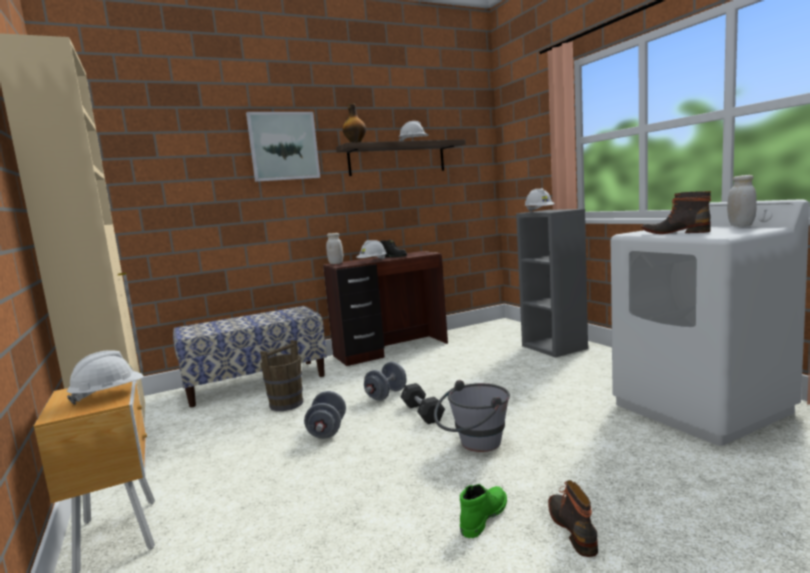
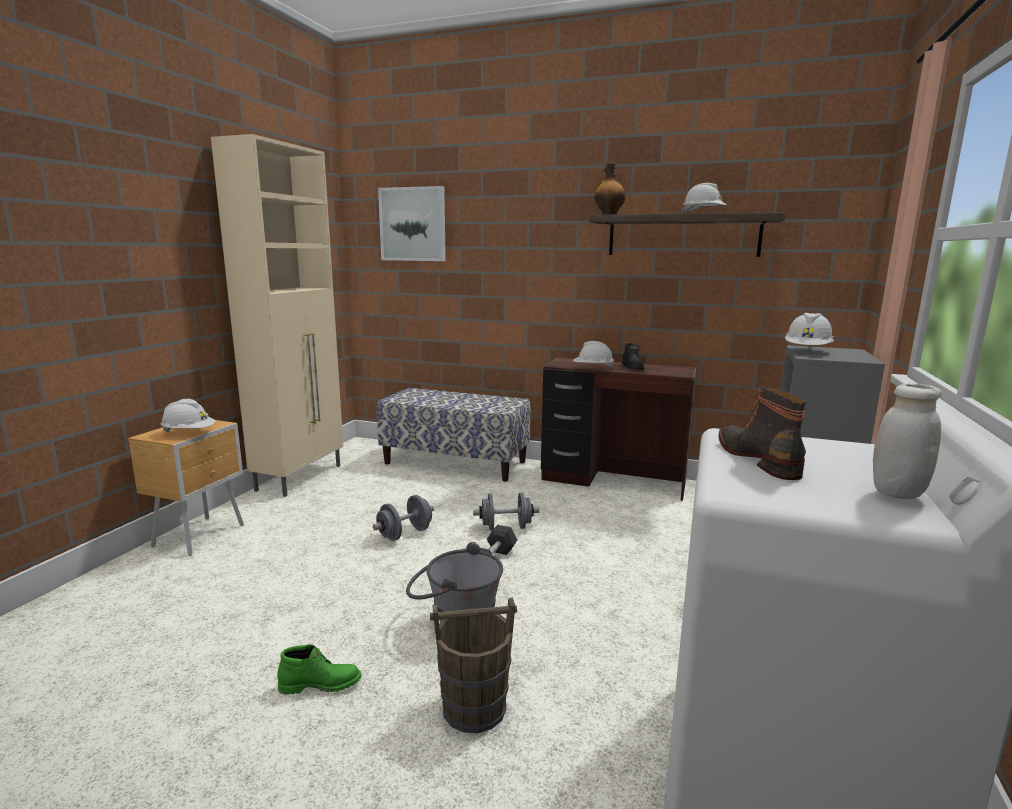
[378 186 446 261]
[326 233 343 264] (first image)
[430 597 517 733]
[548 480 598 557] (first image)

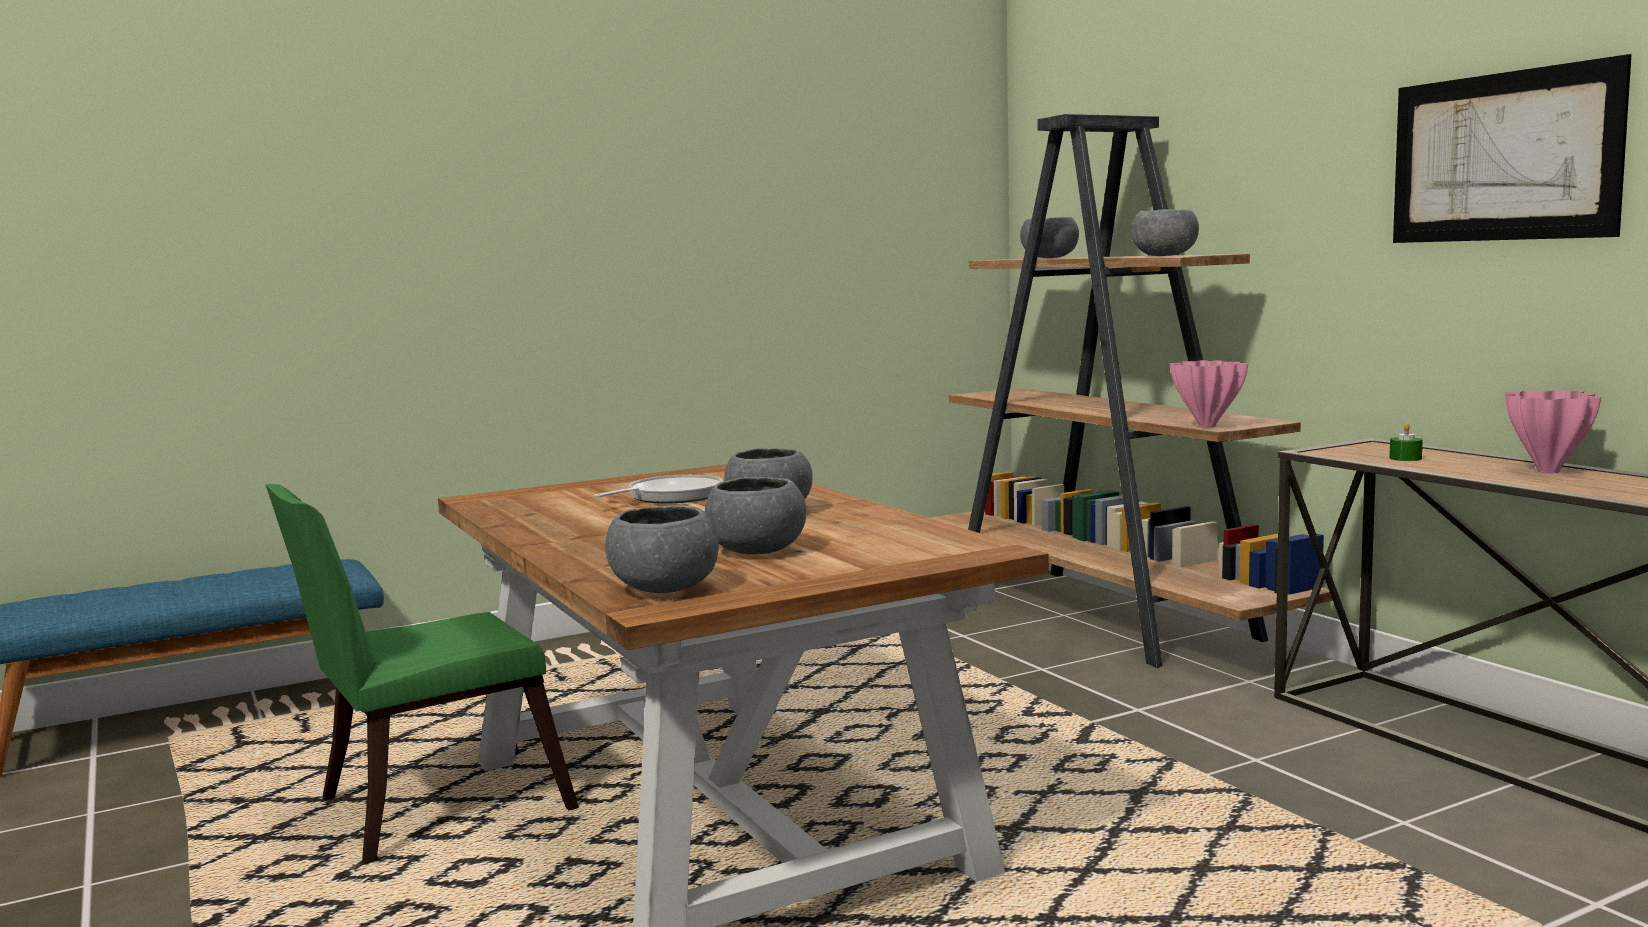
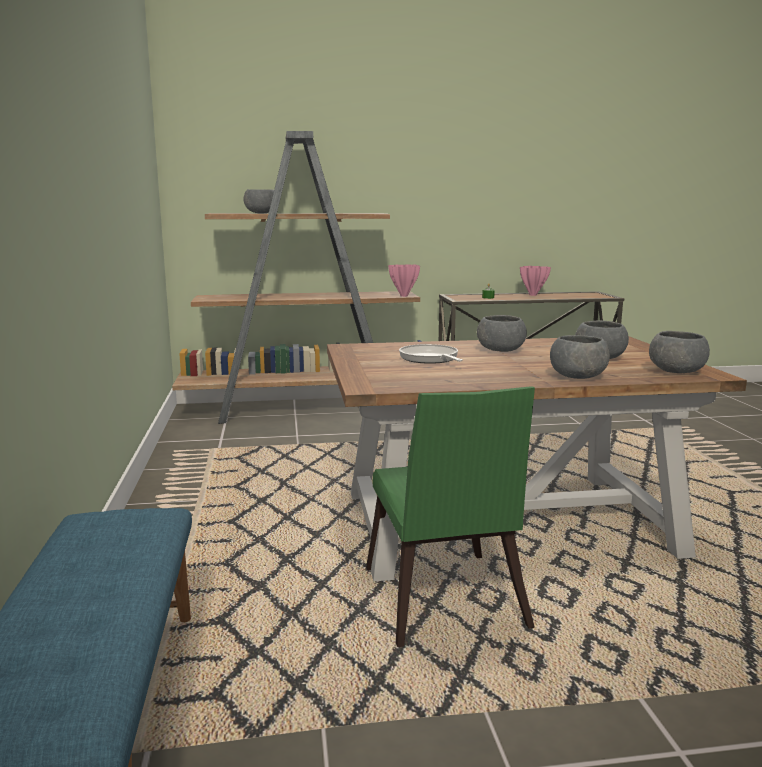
[1393 54 1631 243] (first image)
[550 335 610 379]

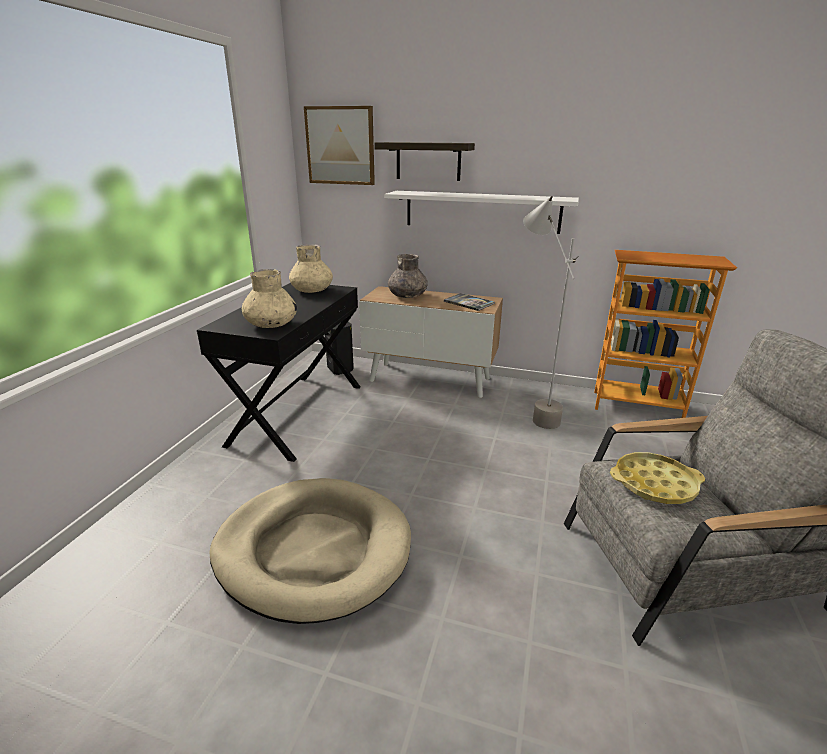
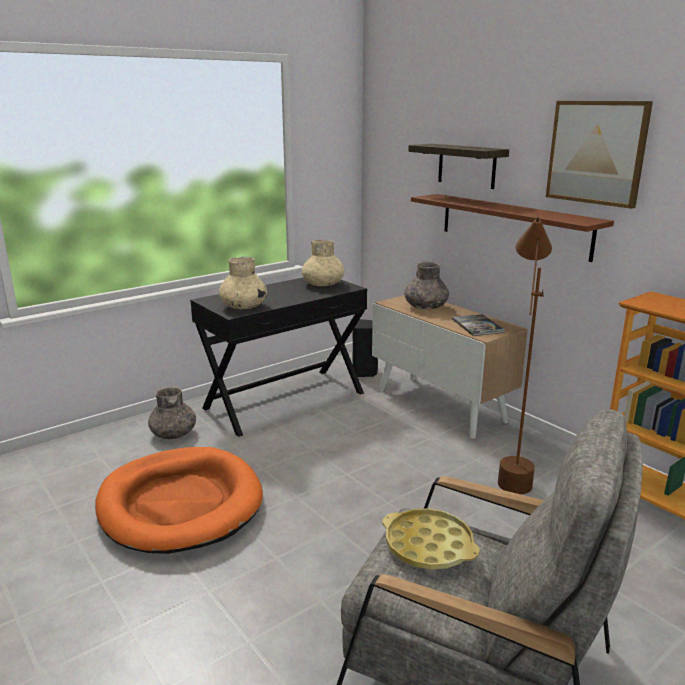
[546 101 653 209]
[411 194 614 262]
[498 217 552 494]
[95 447 263 554]
[148 386 196 439]

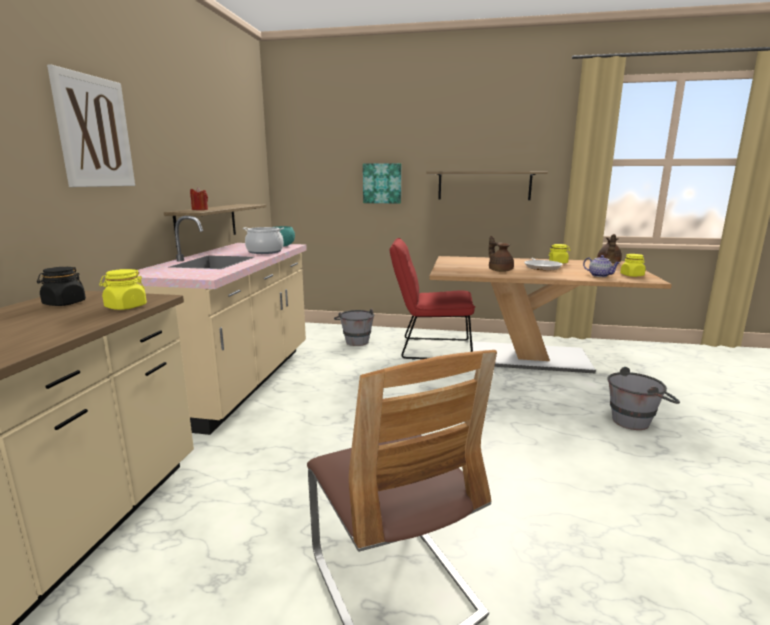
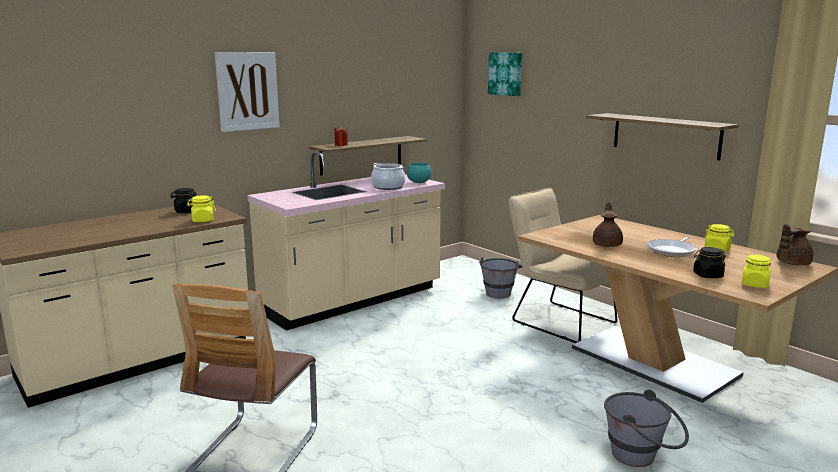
[488 52 522 96]
[509 188 617 343]
[693 247 726 278]

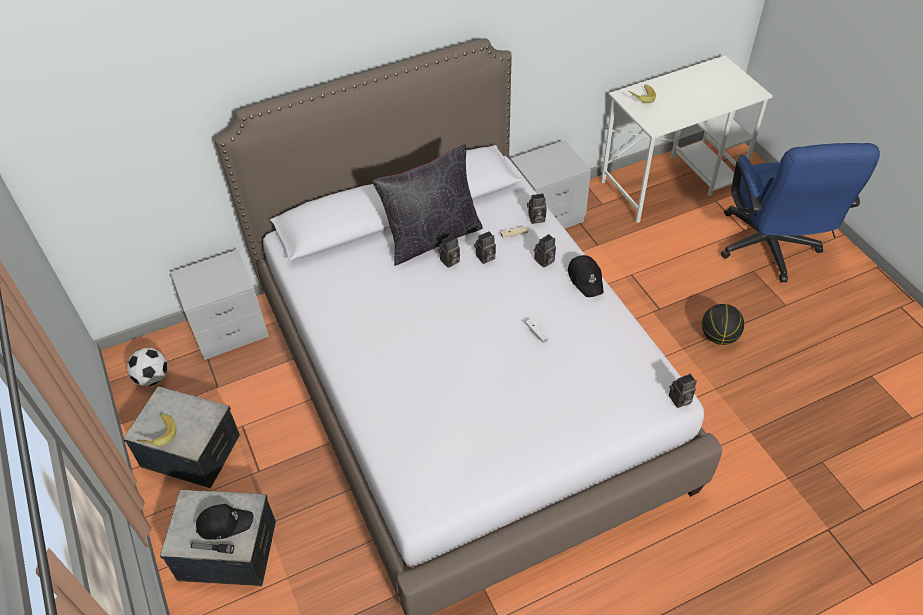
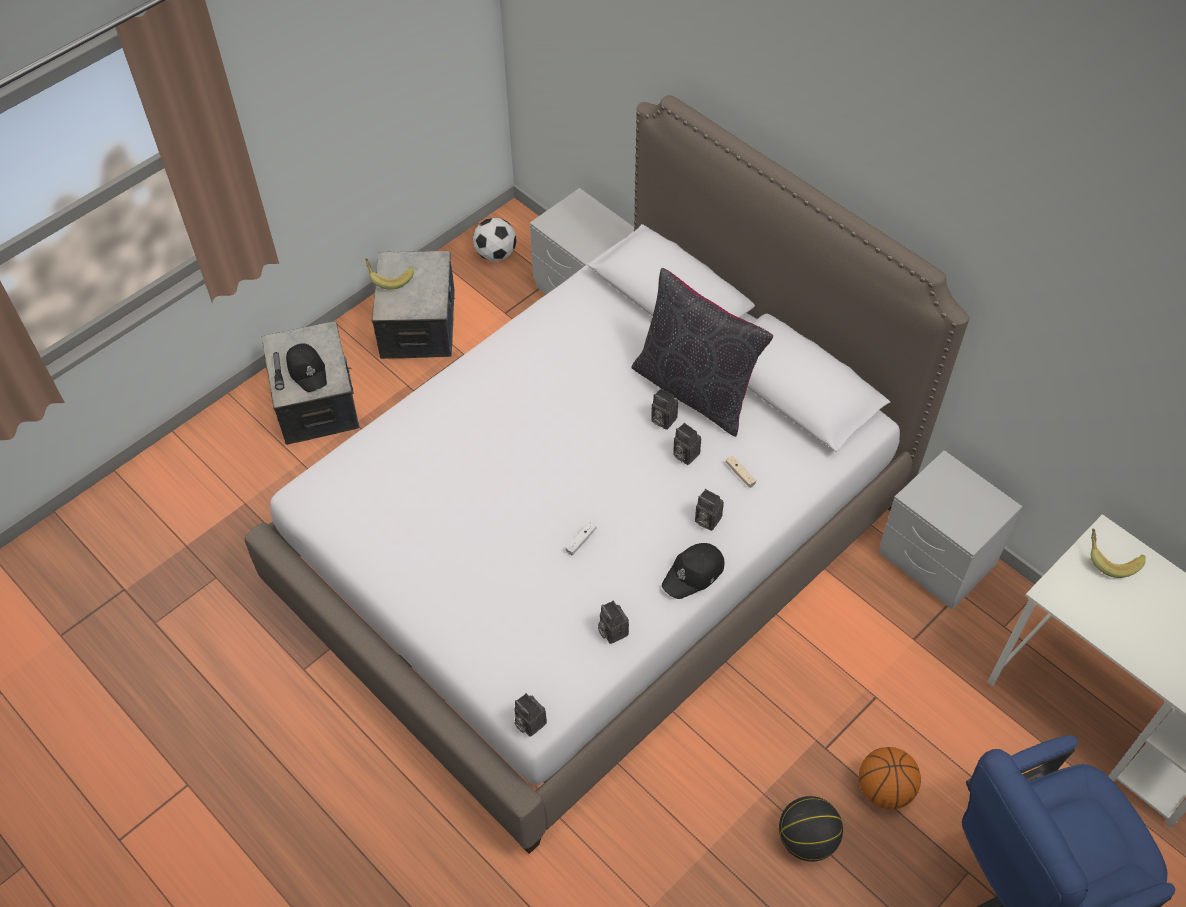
[598 601 629 644]
[859 747 921 809]

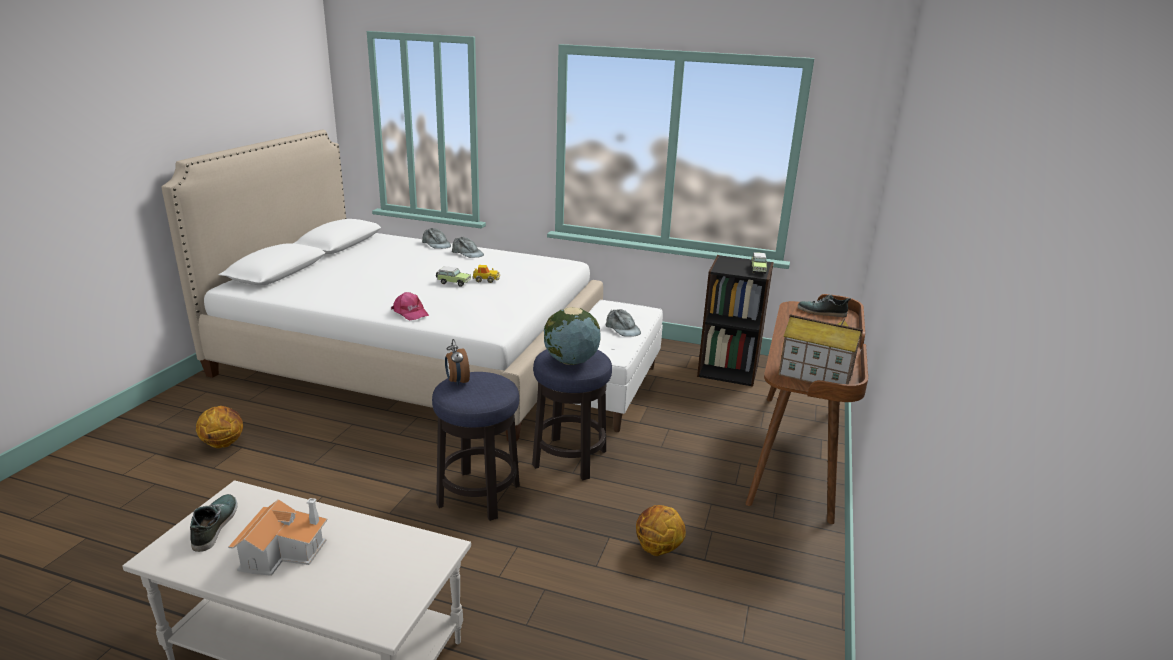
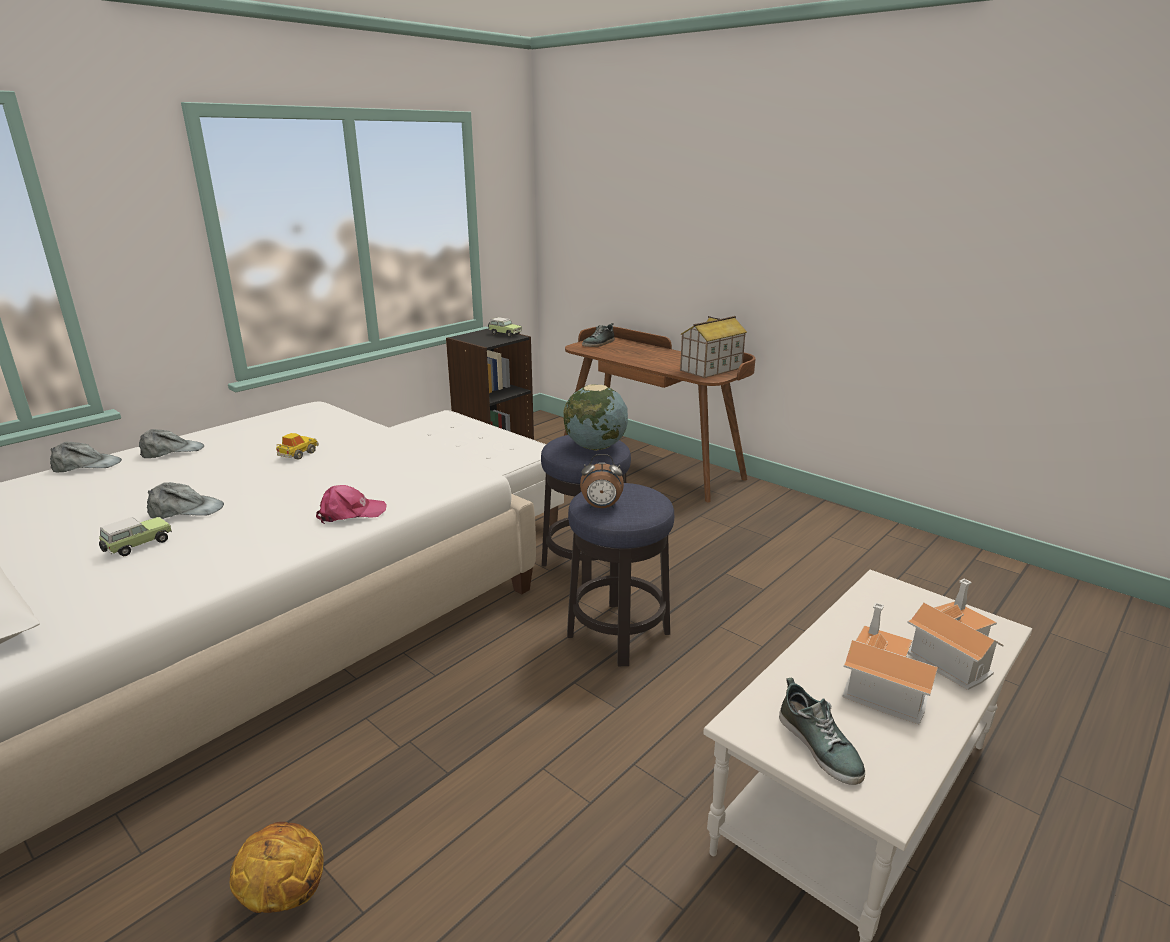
[99 517 172 556]
[147 482 224 519]
[779 677 865 785]
[636 505 686 556] (first image)
[907 579 1004 690]

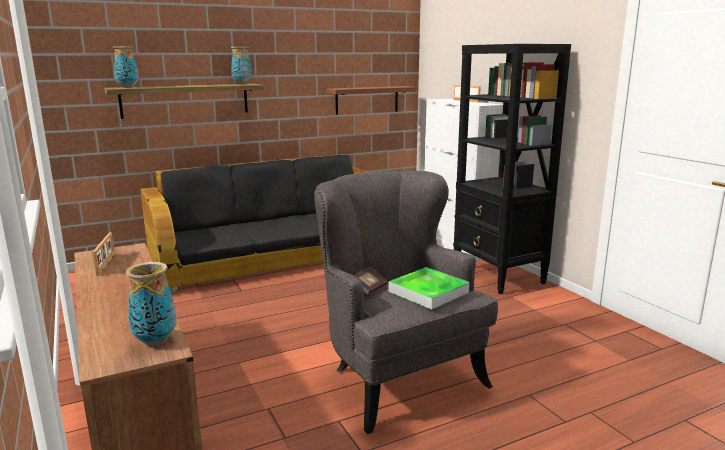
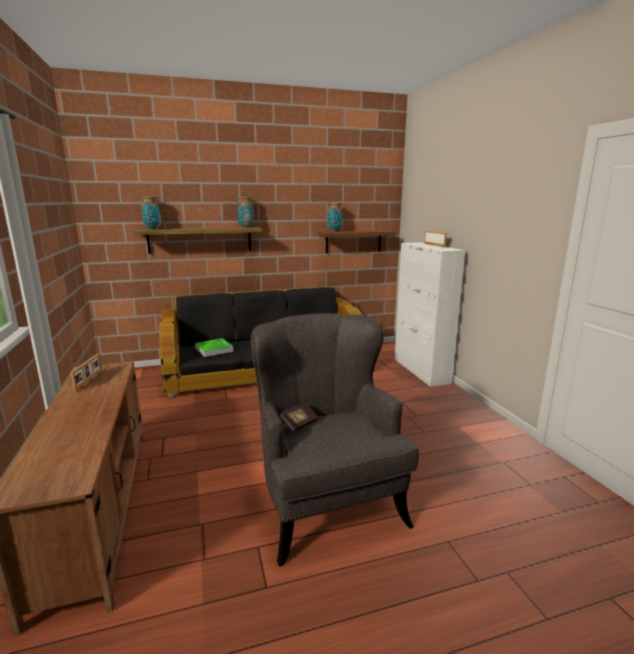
[453 44 571 294] (first image)
[327 203 342 232]
[195 338 233 357]

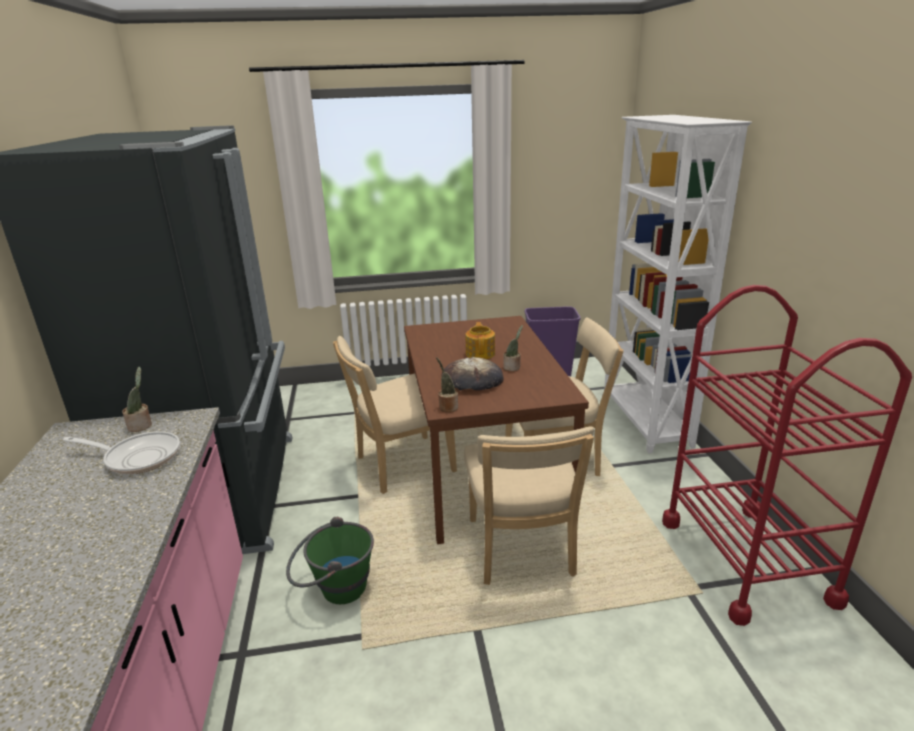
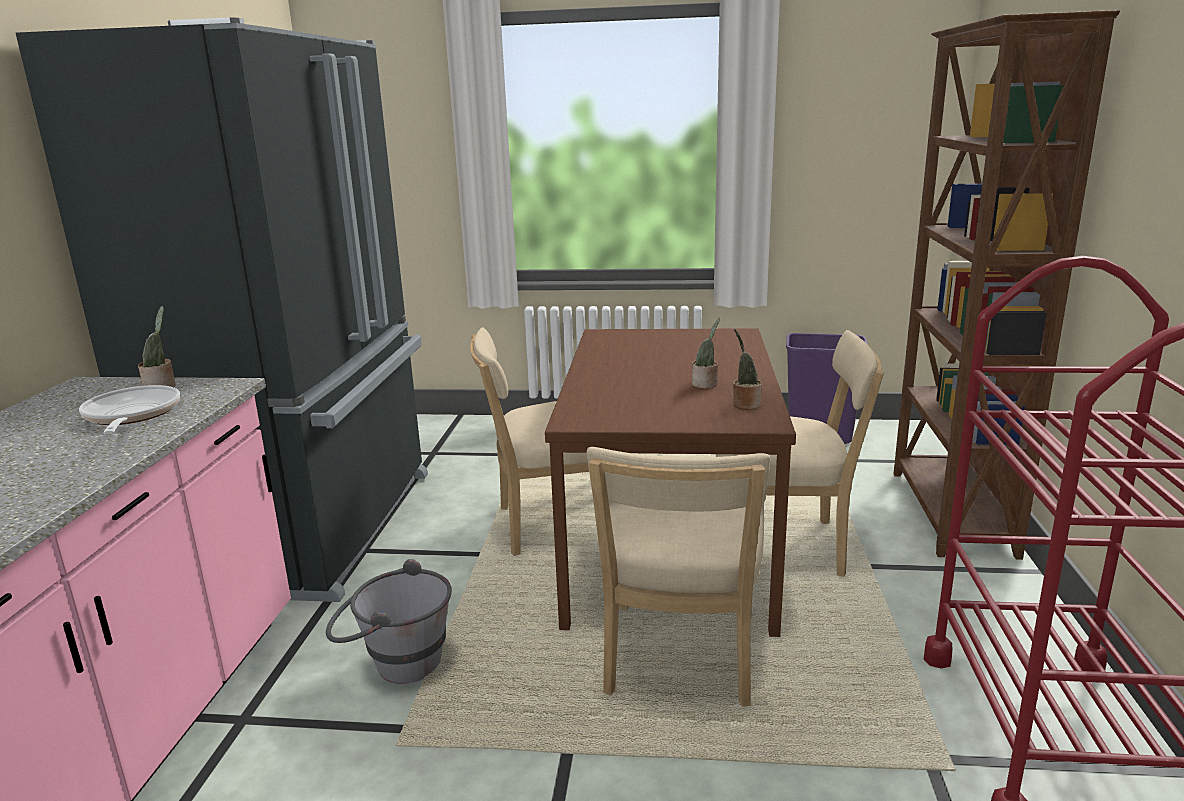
[893 10 1120 560]
[466 322 495 359] (first image)
[733 329 761 410]
[441 357 504 391] (first image)
[79 385 180 434]
[326 559 452 684]

